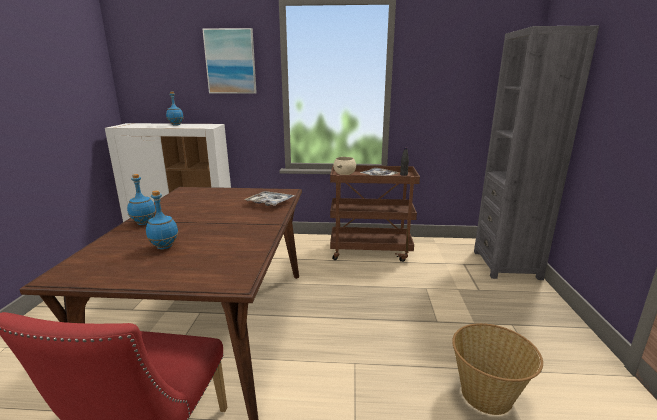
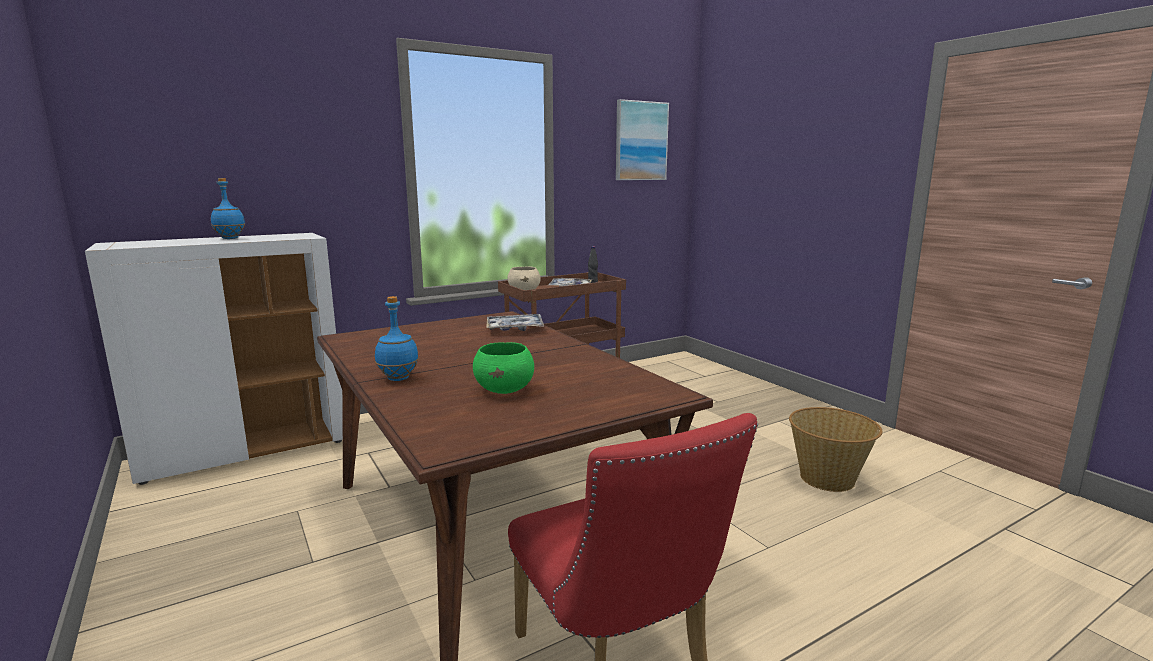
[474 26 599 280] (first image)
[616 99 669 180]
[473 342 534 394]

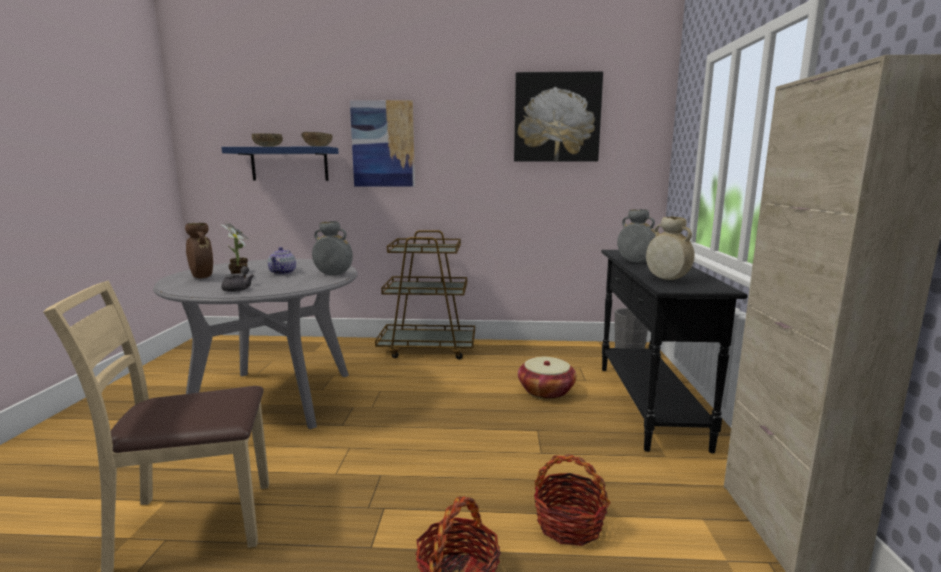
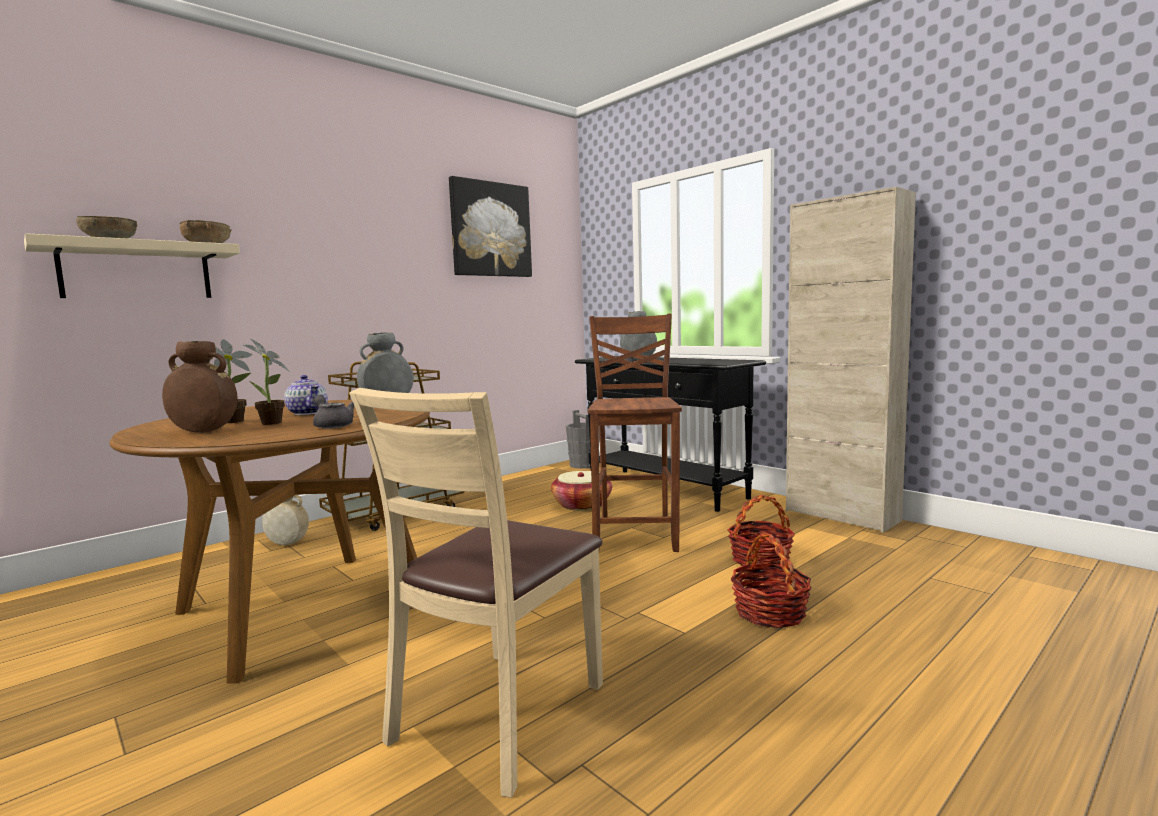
[350 100 415 187] (first image)
[24 233 240 298]
[262 494 309 545]
[109 400 430 684]
[588 314 682 552]

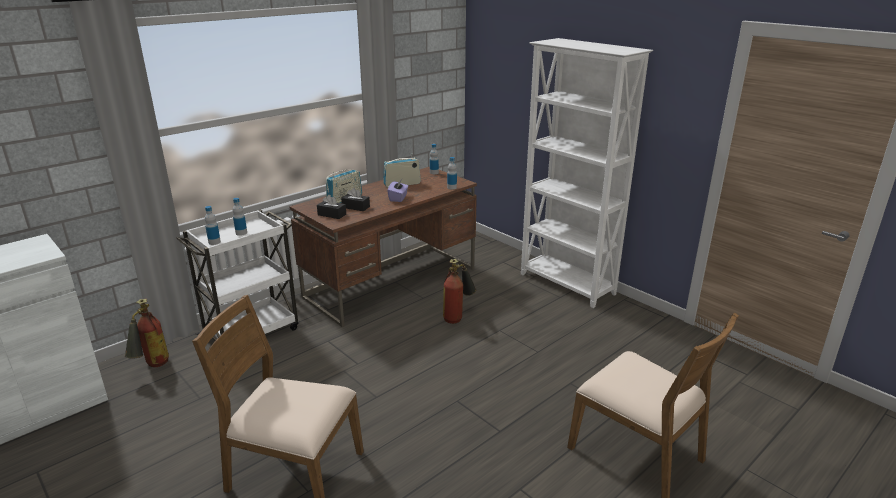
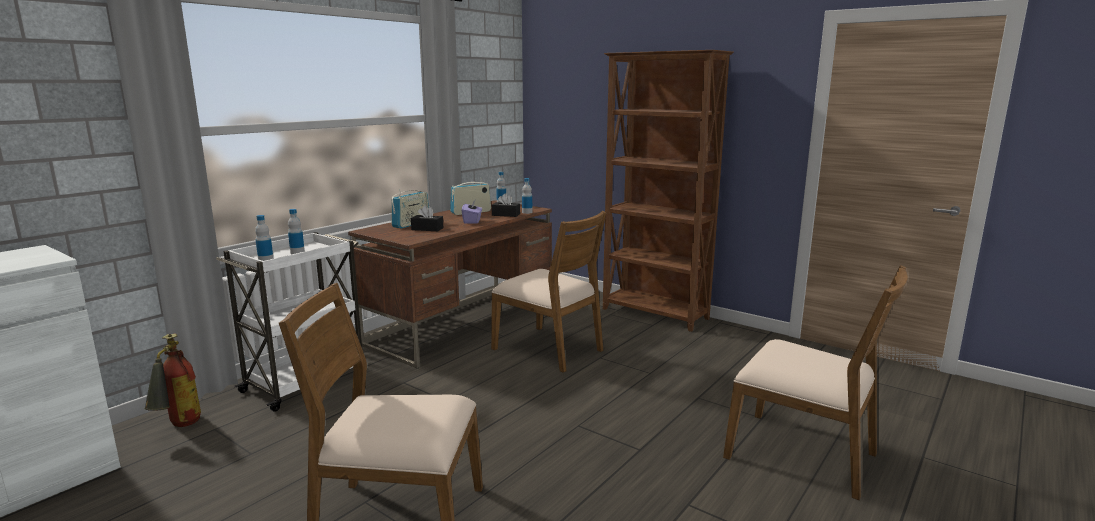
[603 50 734 332]
[492 193 520 217]
[491 211 606 373]

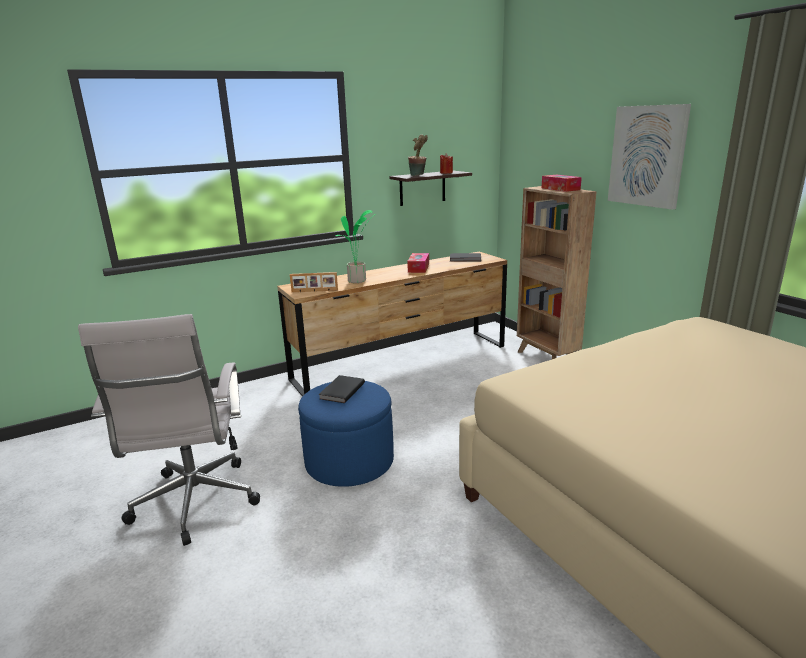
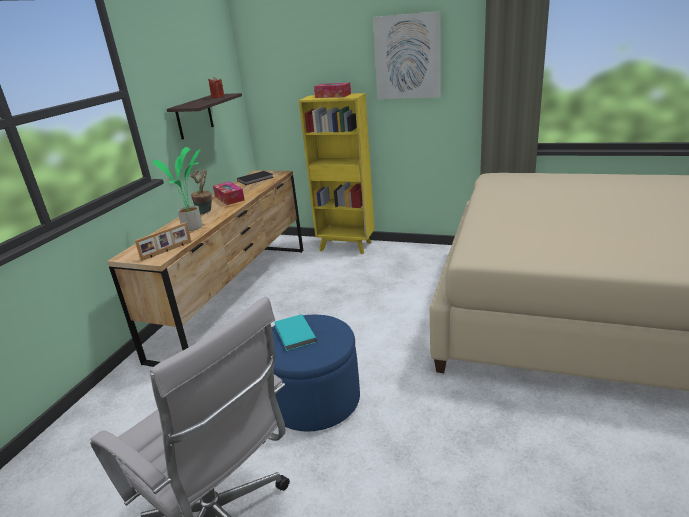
[190 169 212 215]
[299 93 375 254]
[274 314 317 351]

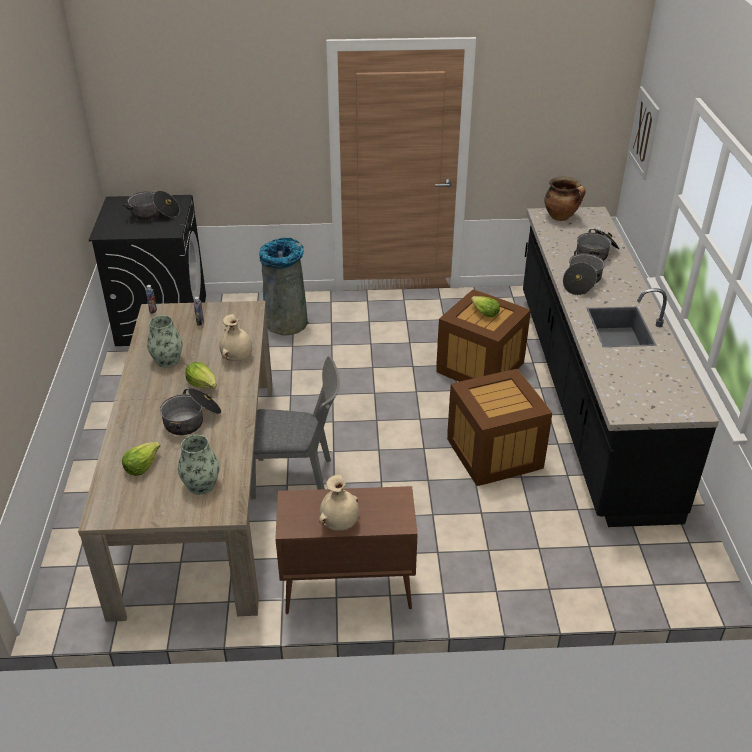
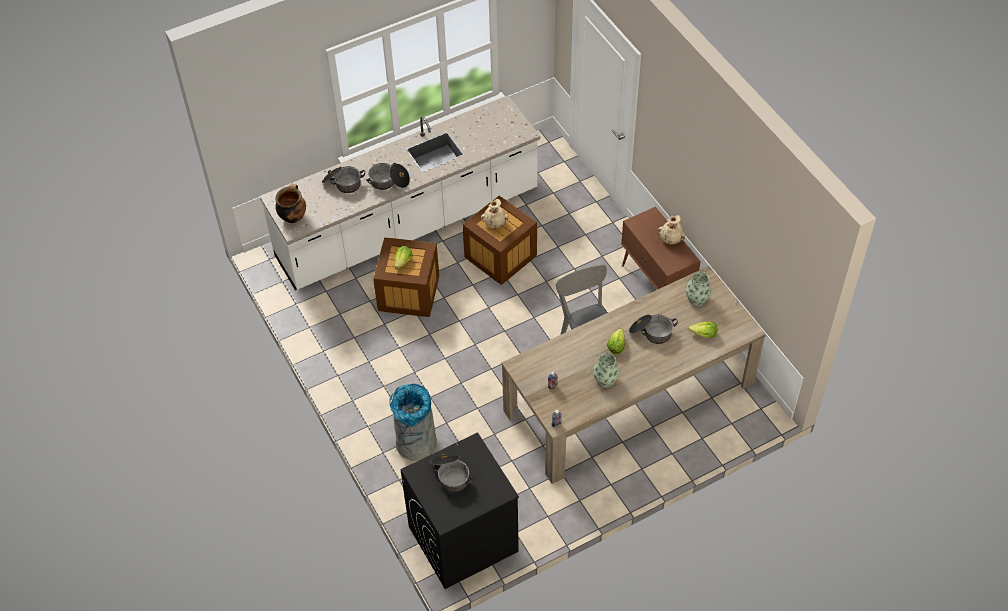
[628 87 660 179] (first image)
[260 95 540 290]
[481 199 508 228]

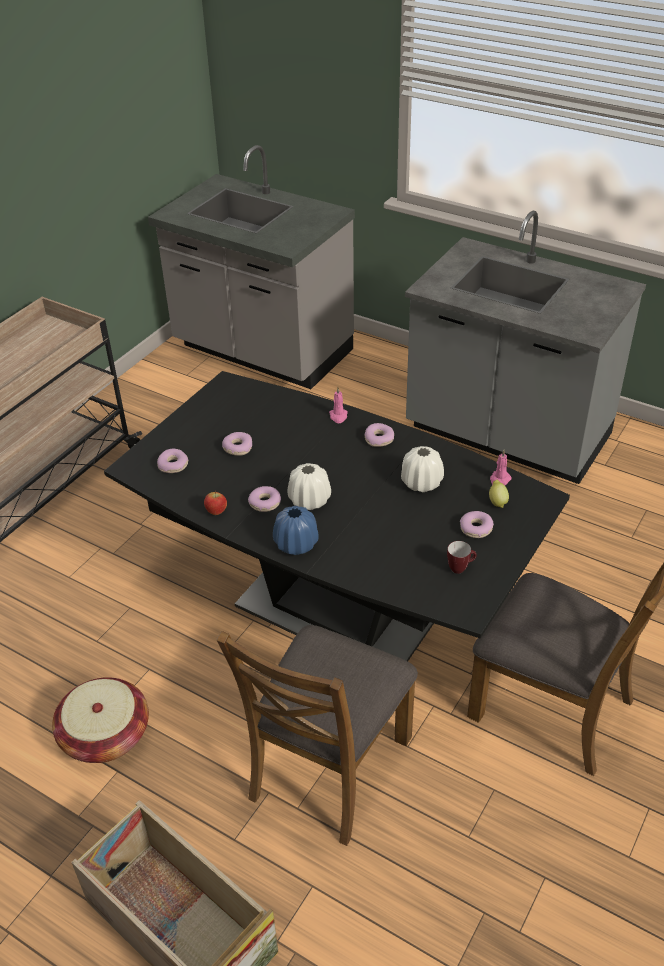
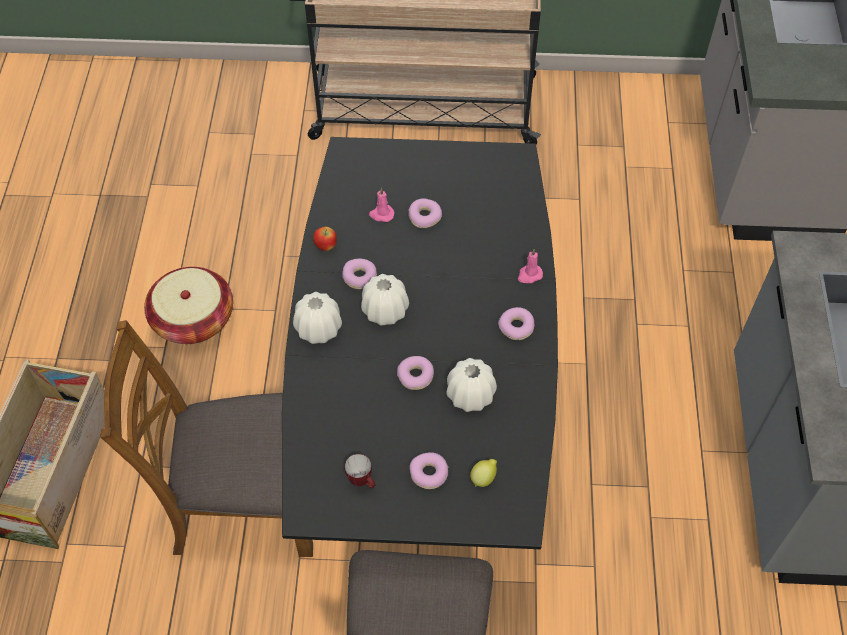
[397 356 434 390]
[369 188 395 222]
[293 292 342 344]

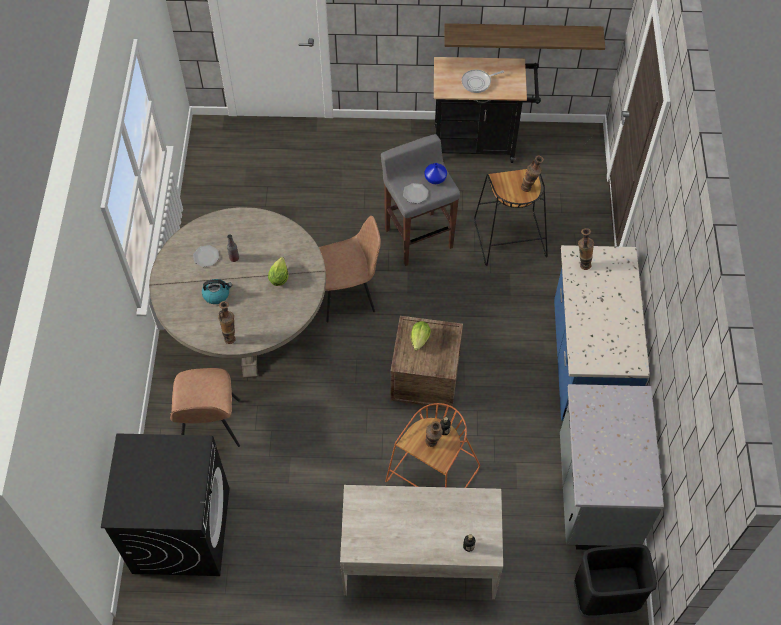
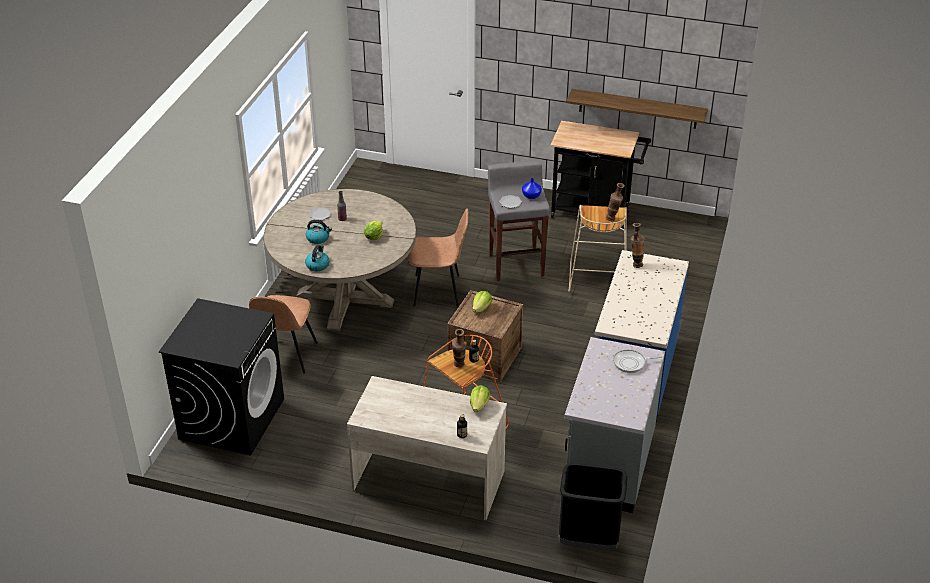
[613 349 663 373]
[568 204 627 292]
[305 245 330 271]
[470 385 490 412]

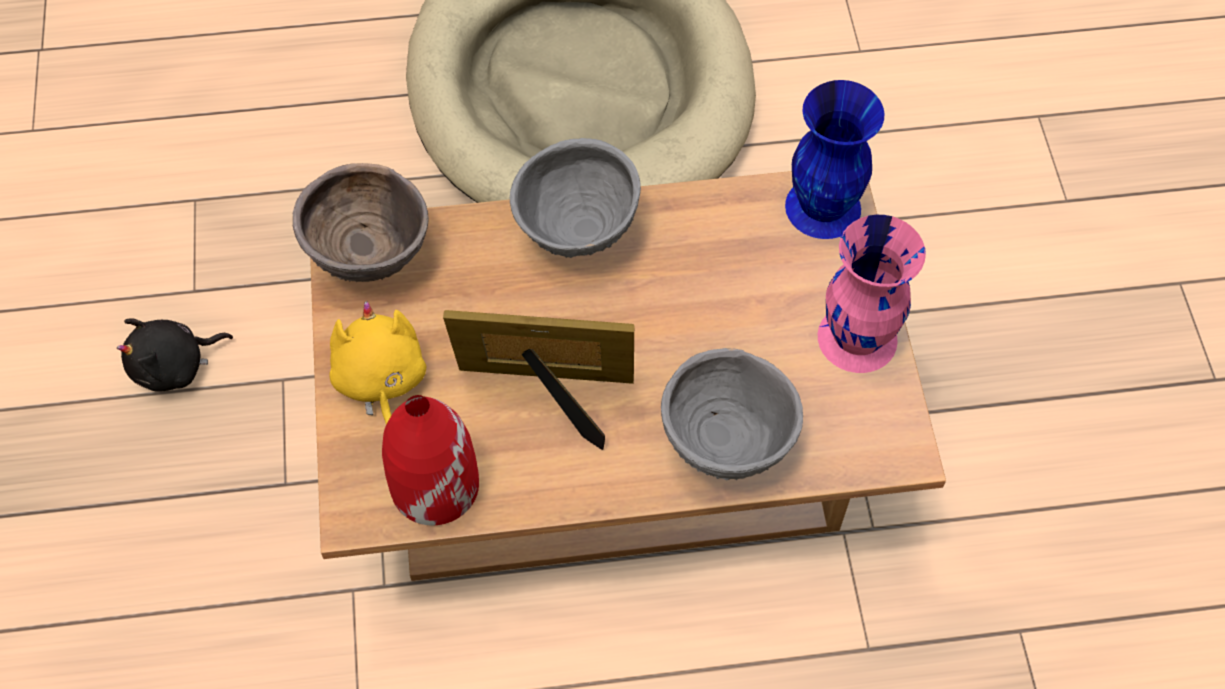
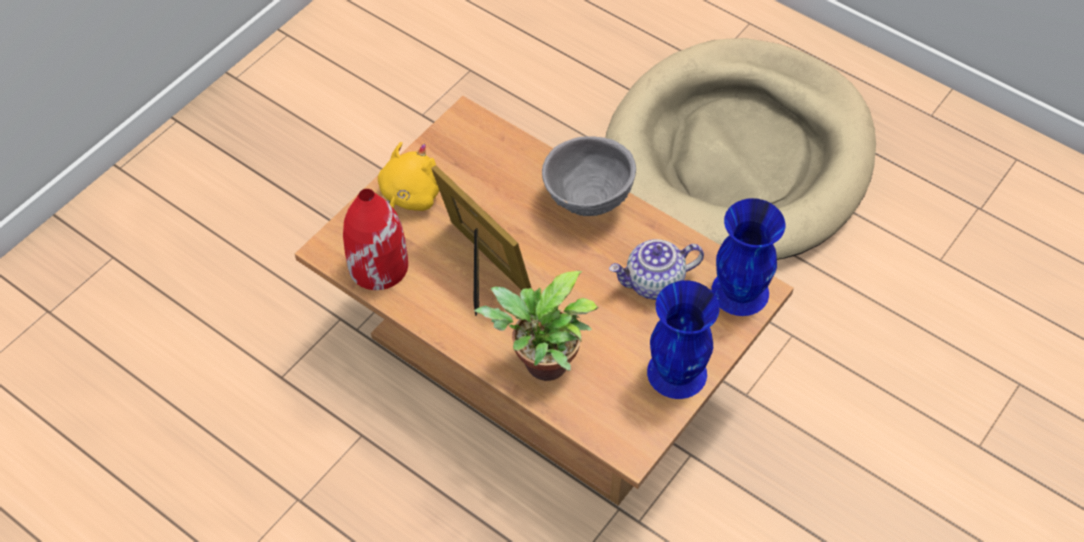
[293 163 429 282] (first image)
[647 280 719 399]
[117 318 233 392] (first image)
[474 271 599 381]
[609 239 704 300]

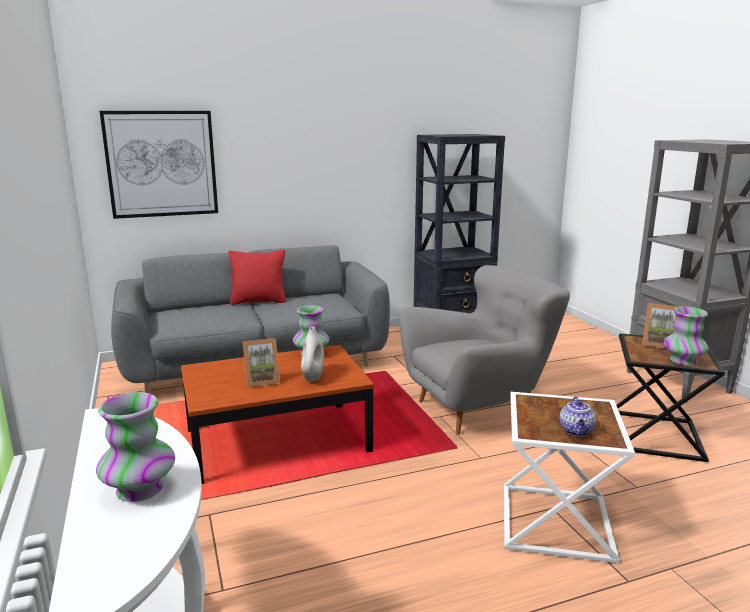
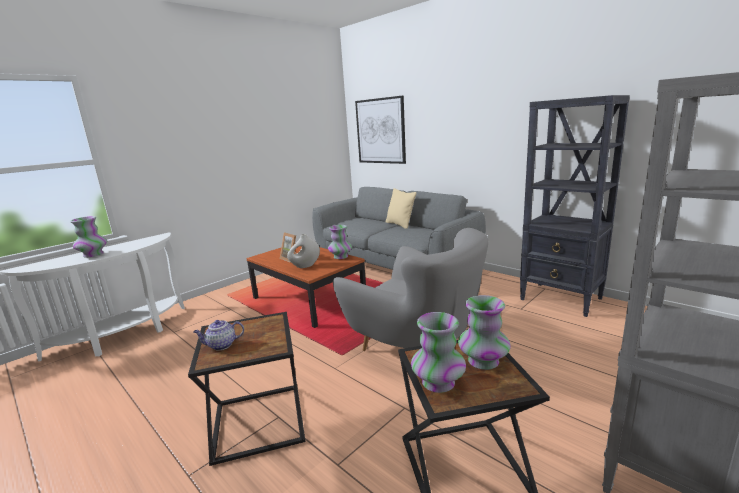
[386 188 416 229]
[458 295 511 370]
[188 312 306 466]

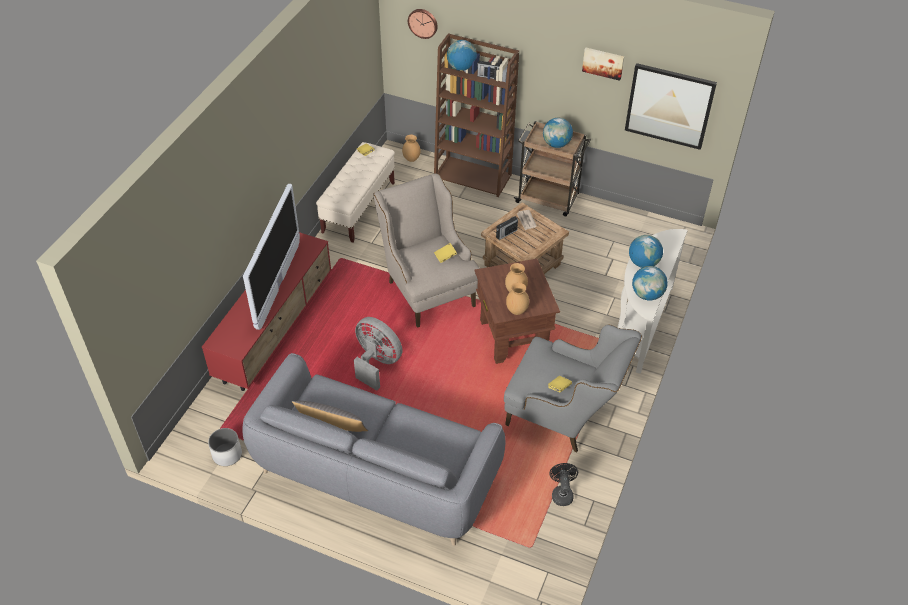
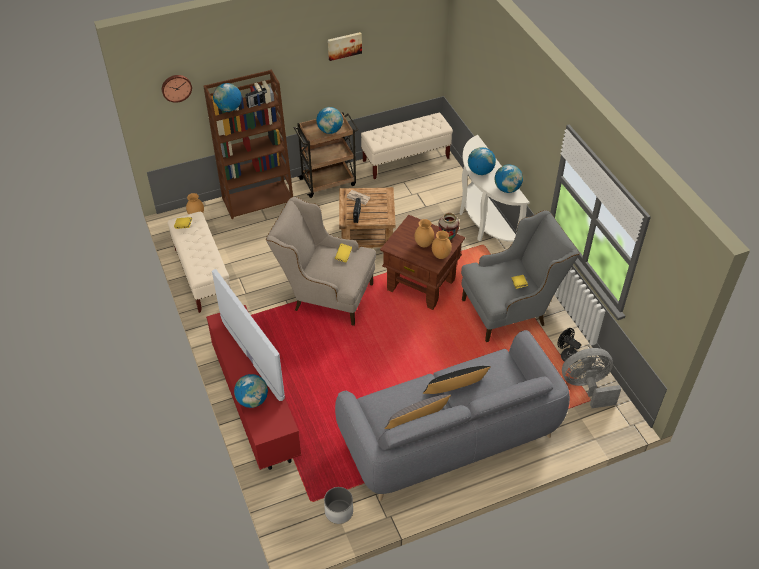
[625 63 717 150] (first image)
[562 348 621 408]
[361 113 453 179]
[438 213 460 240]
[423 366 491 394]
[234 374 268 408]

